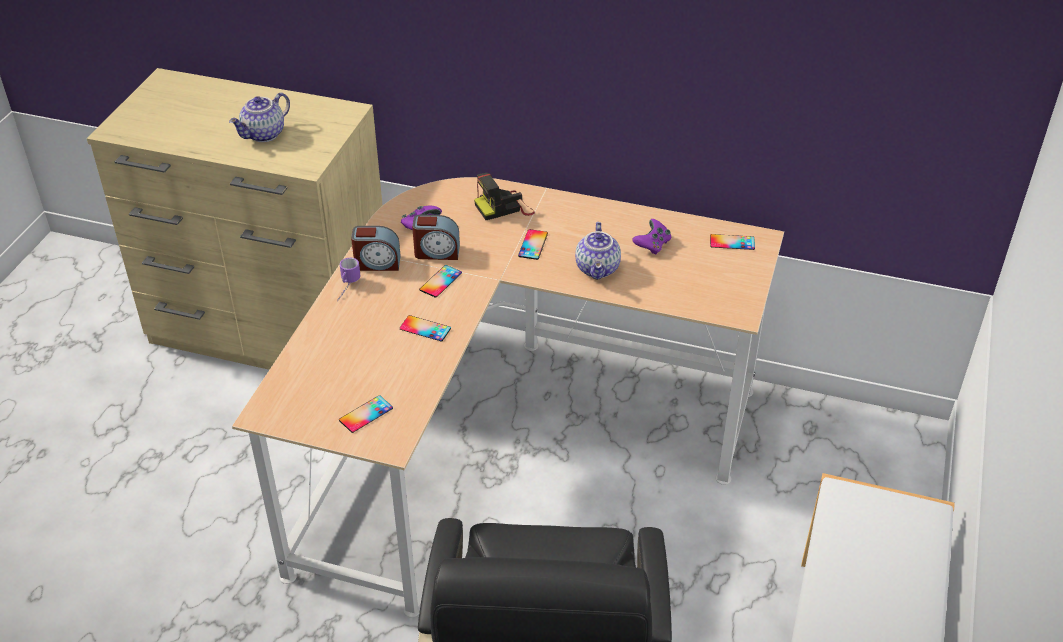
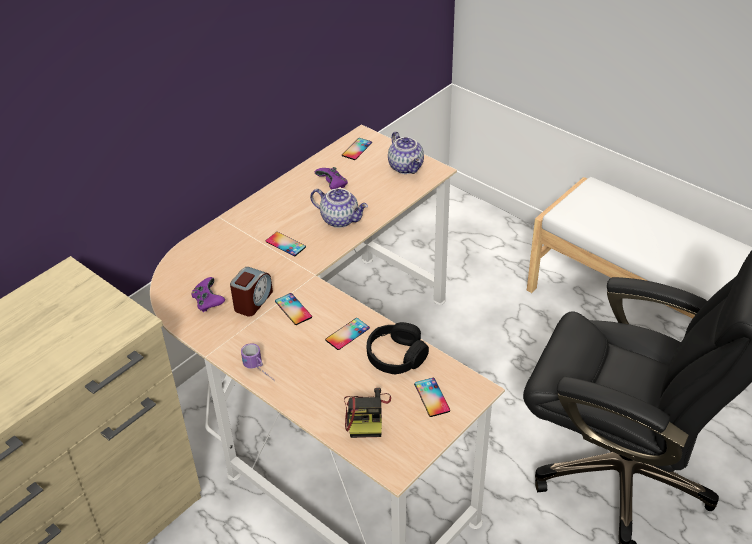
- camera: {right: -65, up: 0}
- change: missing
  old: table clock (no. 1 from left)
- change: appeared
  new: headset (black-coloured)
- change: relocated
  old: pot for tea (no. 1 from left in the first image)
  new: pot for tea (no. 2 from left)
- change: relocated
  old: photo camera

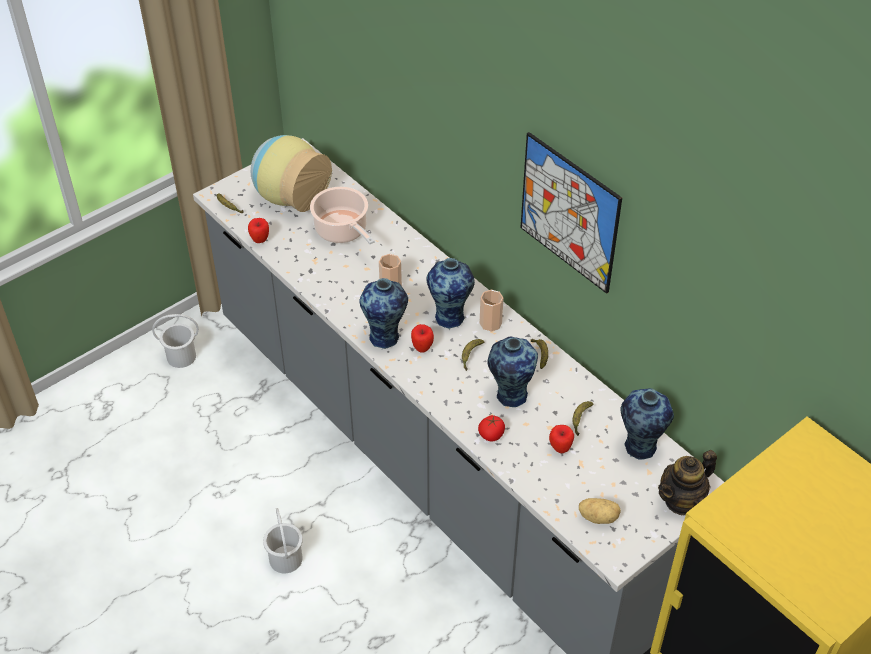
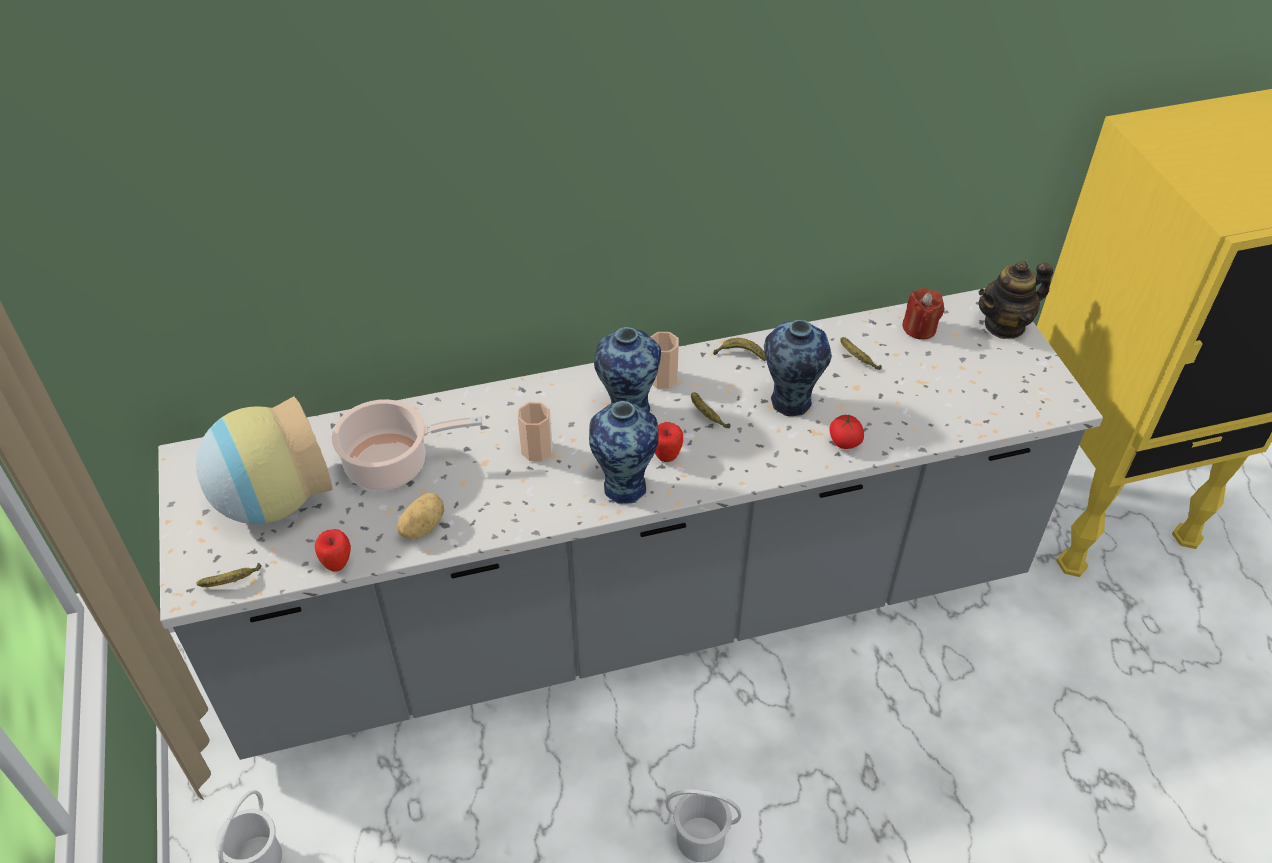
- camera: {right: -65, up: 0}
- change: missing
  old: wall art
- change: missing
  old: apple (no. 3 from left)
- change: relocated
  old: spud
- change: exchanged
  old: decorative vase (no. 5 from left)
  new: wax candle (reddish)
- change: spun
  old: pot for tea
  degrees: 75

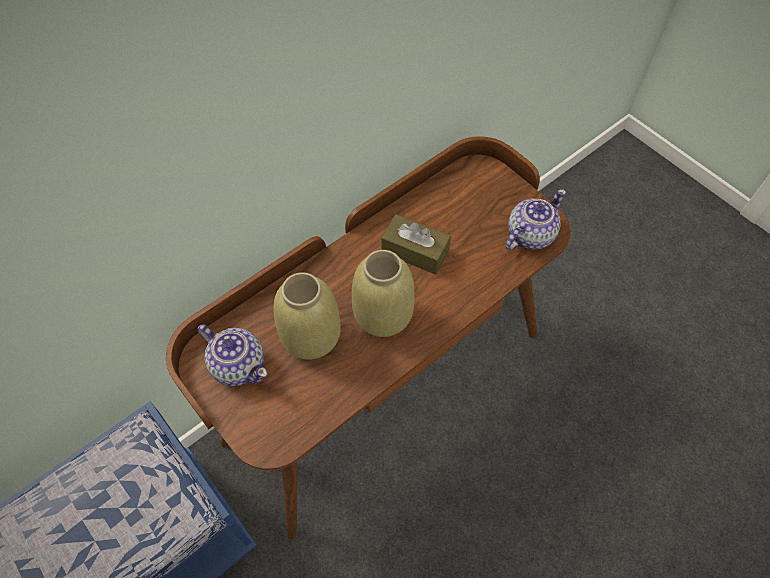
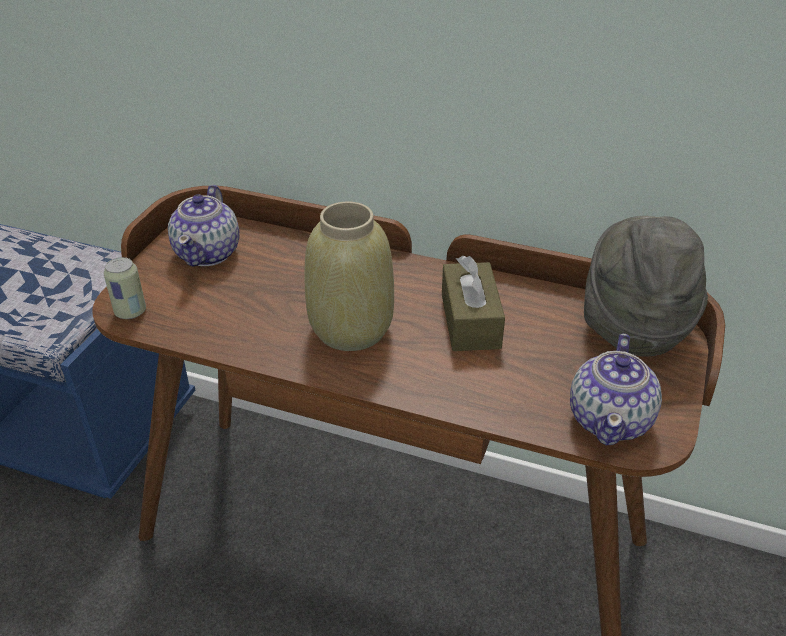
- camera: {right: 60, up: -20}
- change: missing
  old: decorative vase (beige) (no. 1 from left)
- change: appeared
  new: metal can
- change: appeared
  new: wearable hat (gray)
- change: spun
  old: pot for tea (no. 2 from left)
  degrees: 90

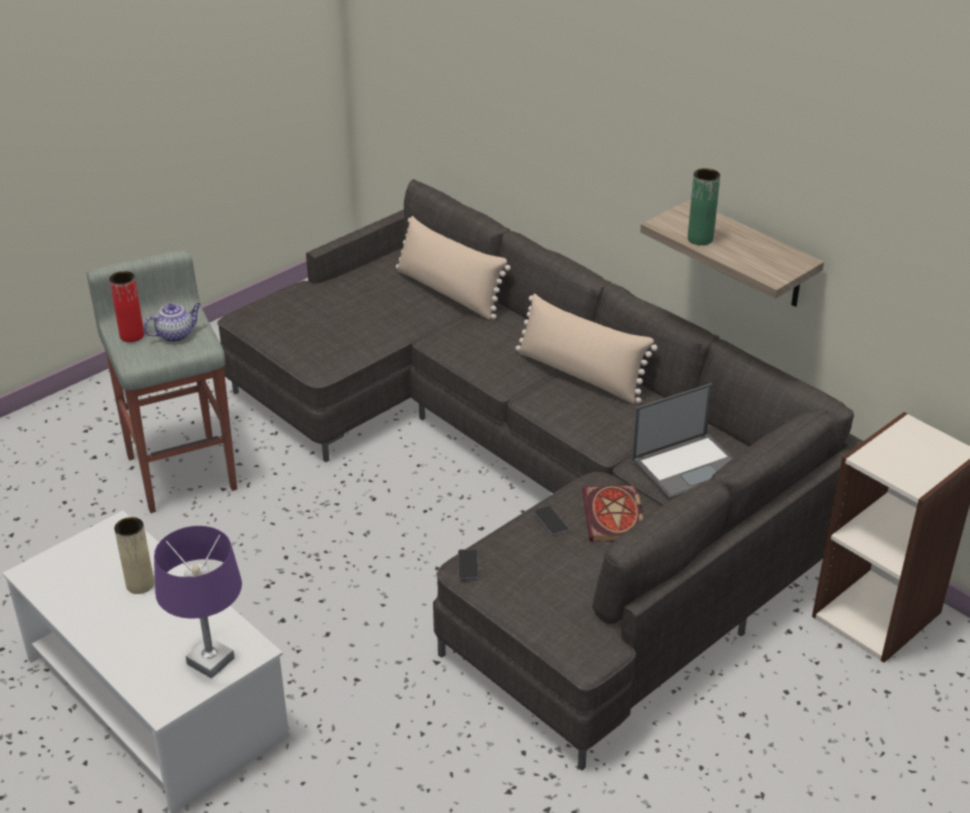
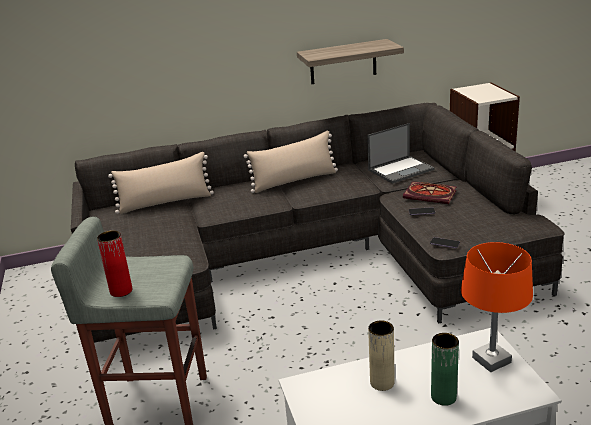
- camera: {right: -60, up: -10}
- change: missing
  old: pot for tea
- change: relocated
  old: decorative vase (greenish)
- change: colour
  old: lamp for a table (purple)
  new: lamp for a table (orange)
- change: spun
  old: notebook computer
  degrees: 60

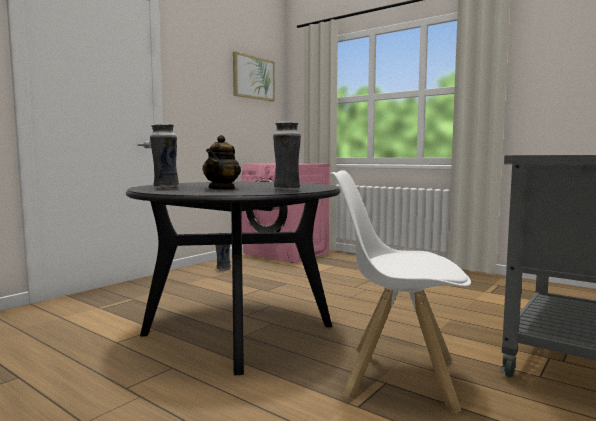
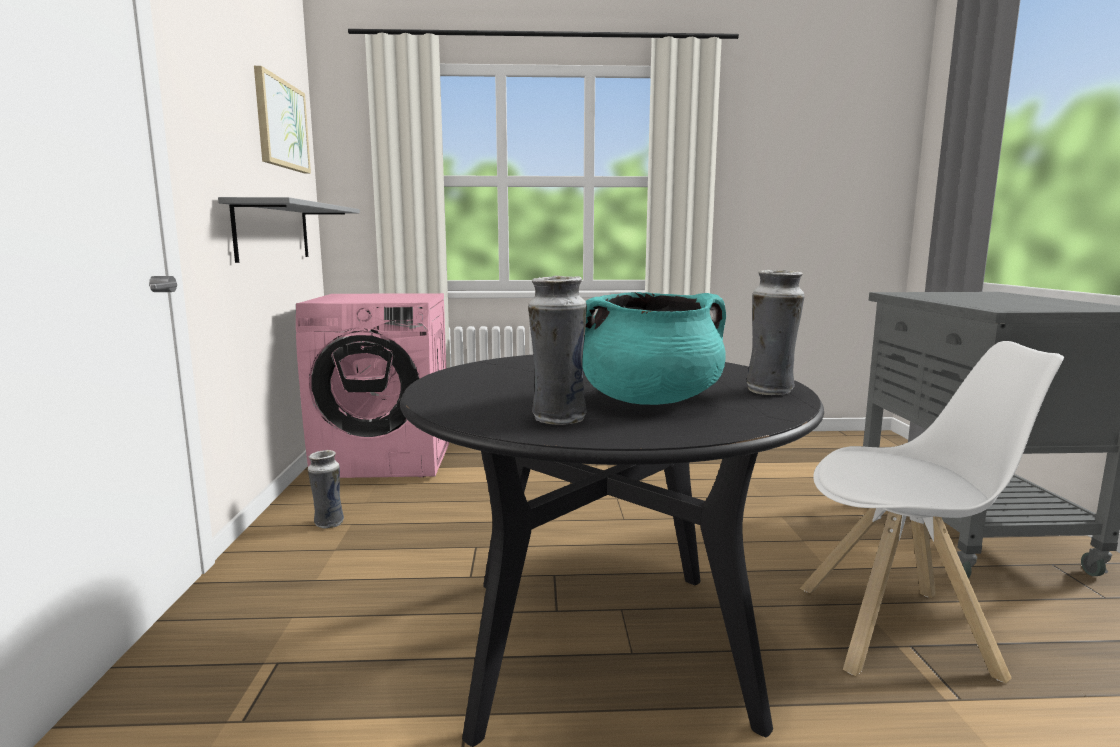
- camera: {right: -40, up: 5}
- change: appeared
  new: bracket shelf (gray)
- change: exchanged
  old: pot for tea
  new: saucepot (turquoise)
- change: spun
  old: plain chair (white-coloured)
  degrees: -150

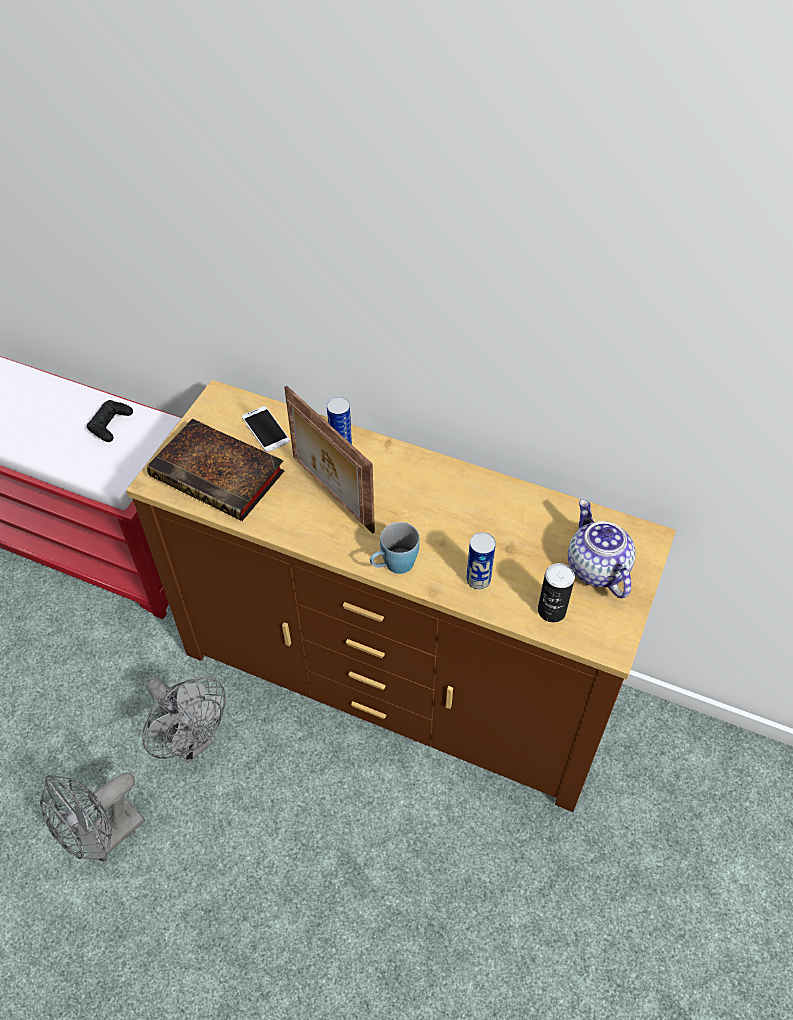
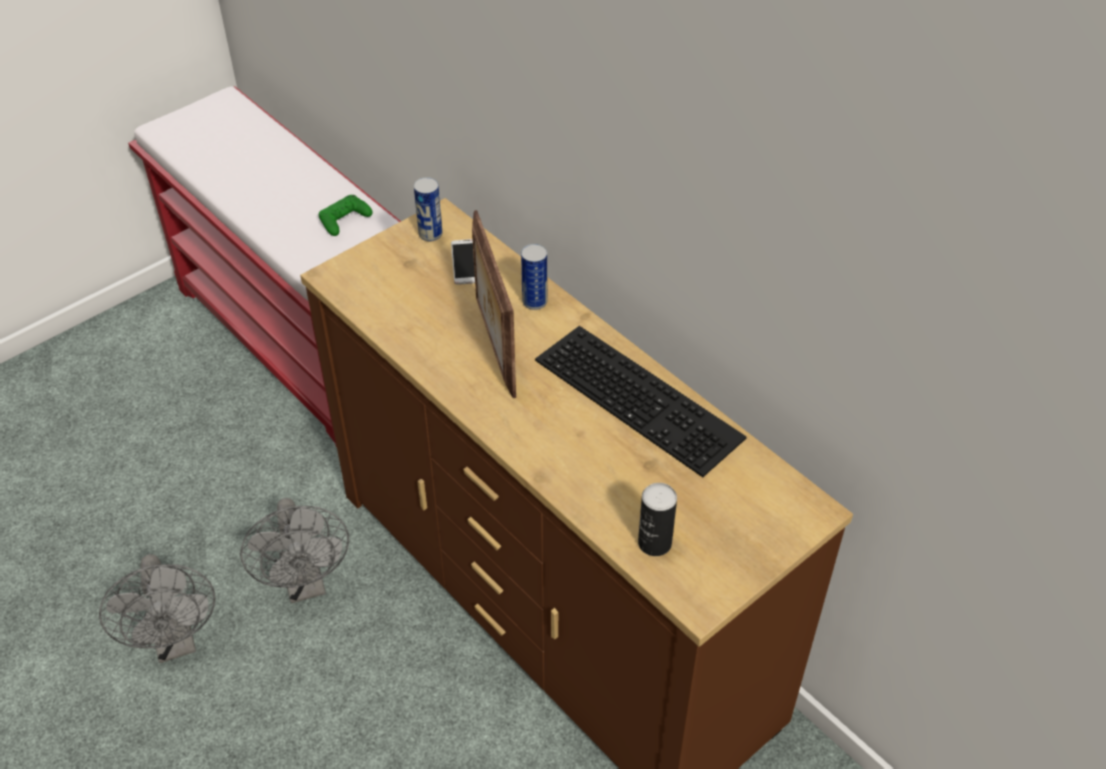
- camera: {right: 25, up: -5}
- change: missing
  old: volume
- change: missing
  old: tea mug (blue-coloured)
- change: missing
  old: pot for tea
- change: appeared
  new: computer keyboard
- change: relocated
  old: metal can (no. 2 from left in the first image)
  new: metal can (no. 1 from left)
- change: colour
  old: gamepad (black-coloured)
  new: gamepad (greenish)
- change: spun
  old: electric fan (gray) (no. 1 from left)
  degrees: -90

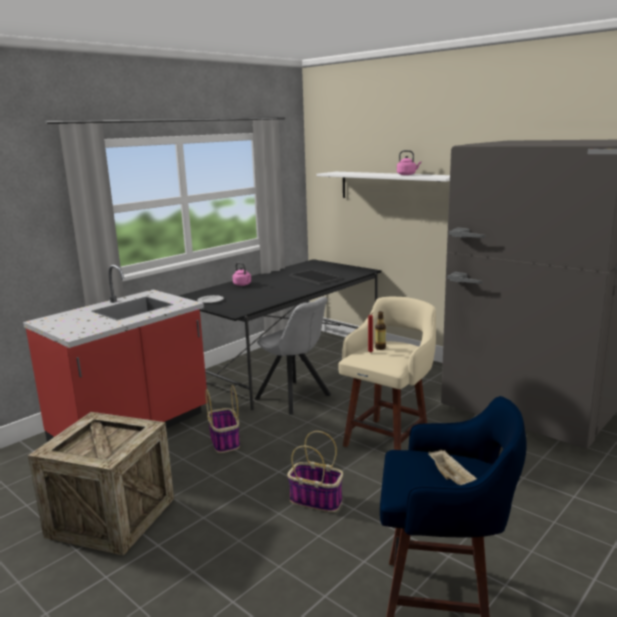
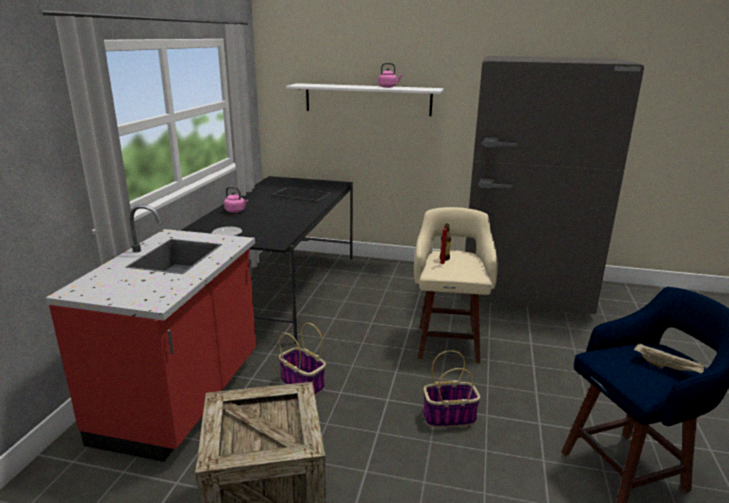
- camera: {right: -30, up: 5}
- change: missing
  old: plain chair (gray)

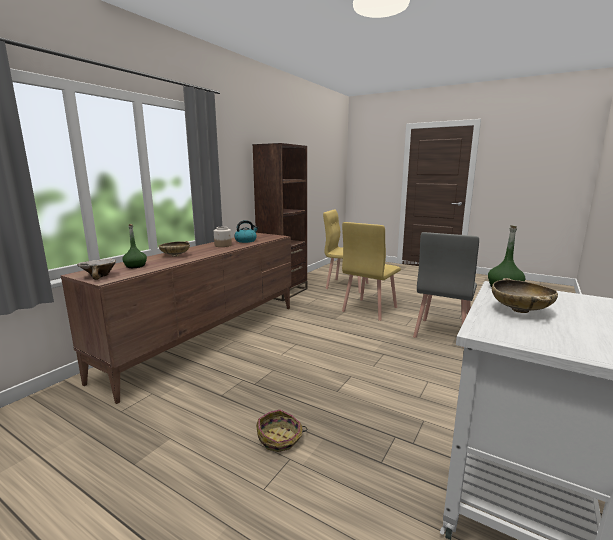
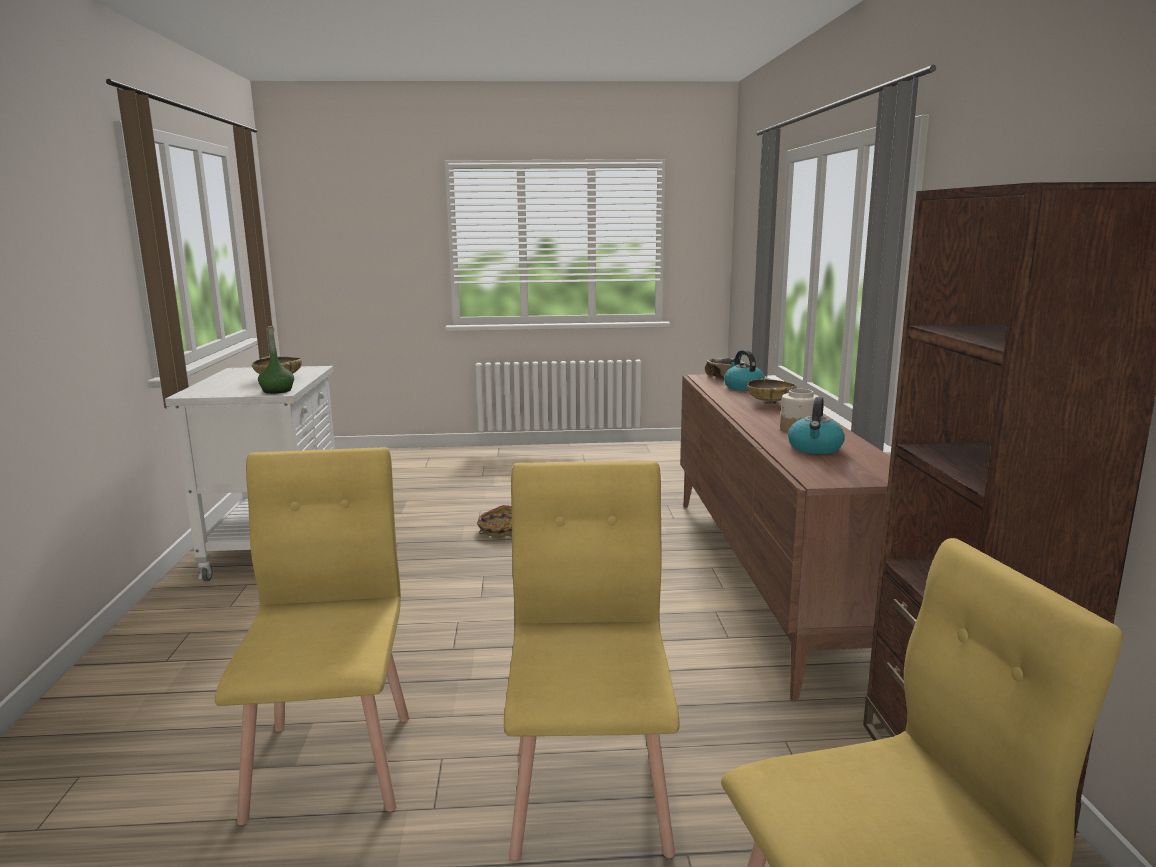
- camera: {right: 145, up: 0}
- change: exchanged
  old: drink bottle (greenish) (no. 1 from left)
  new: tea kettle (no. 1 from left)
- change: colour
  old: plain chair (gray)
  new: plain chair (yellowish) (no. 1 from left)

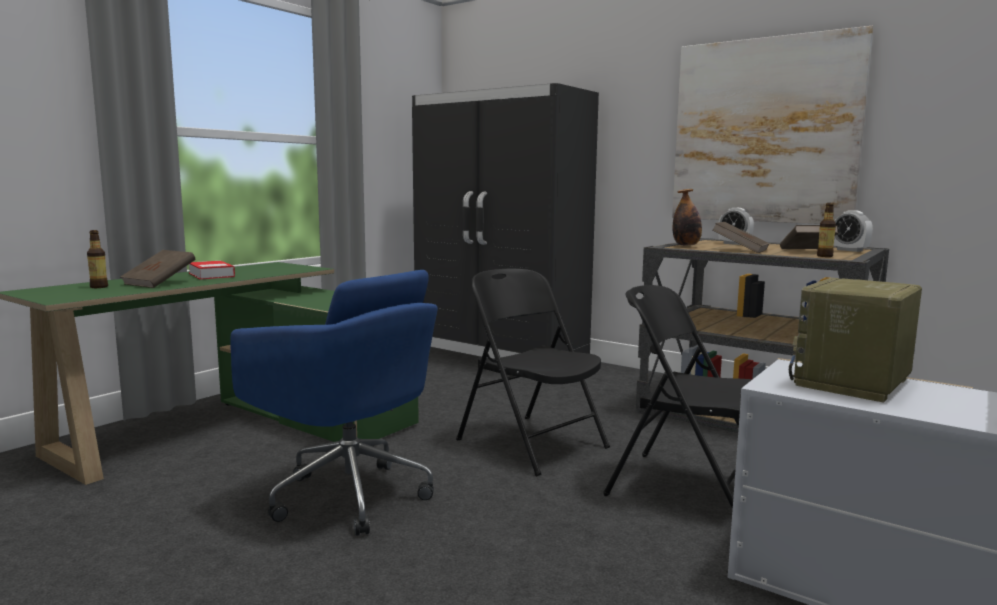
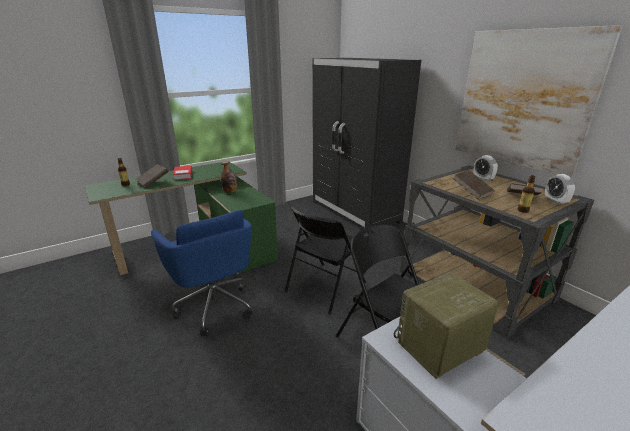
- camera: {right: 20, up: 15}
- change: relocated
  old: drink bottle (no. 2 from left)
- change: spun
  old: plain chair (black-coloured) (no. 1 from left)
  degrees: -120

